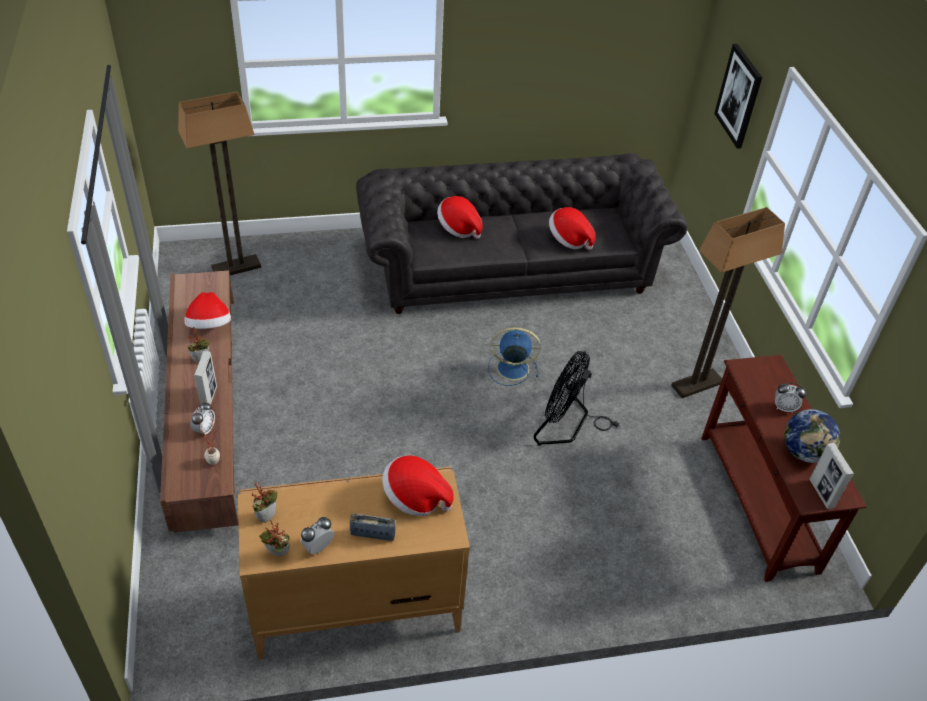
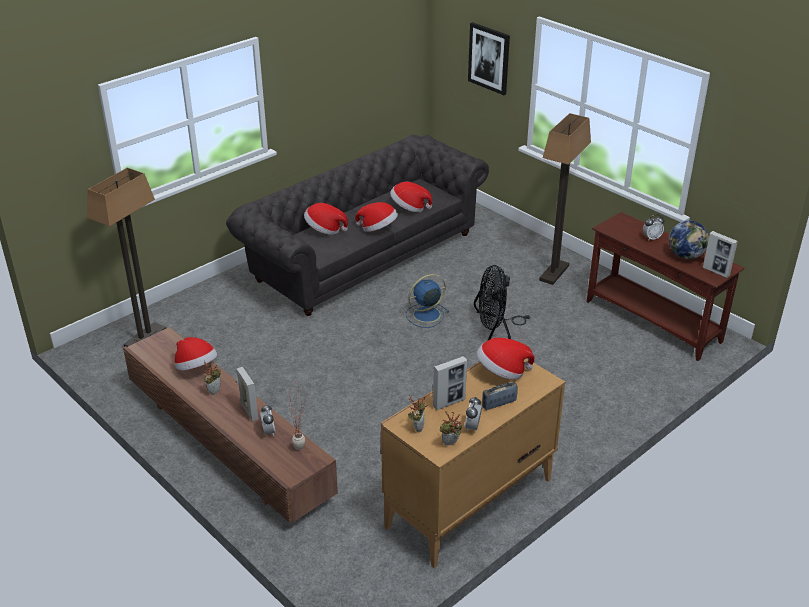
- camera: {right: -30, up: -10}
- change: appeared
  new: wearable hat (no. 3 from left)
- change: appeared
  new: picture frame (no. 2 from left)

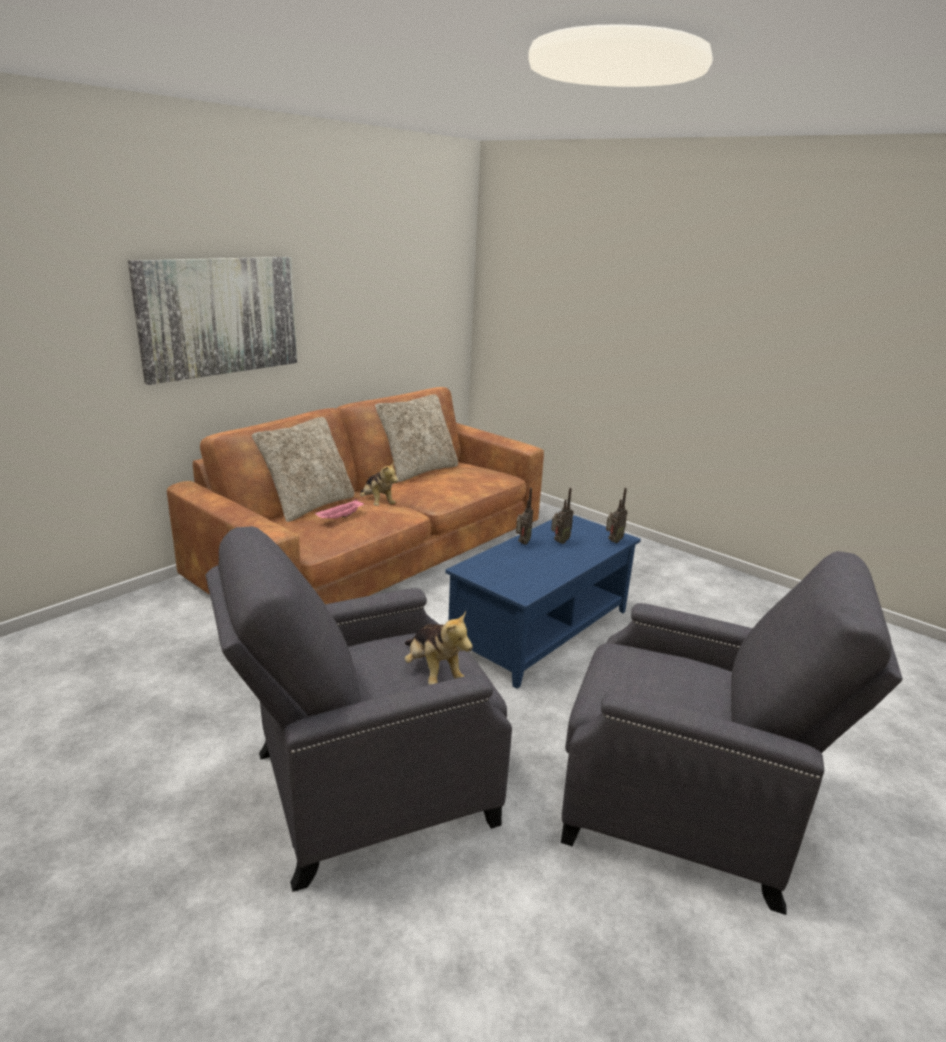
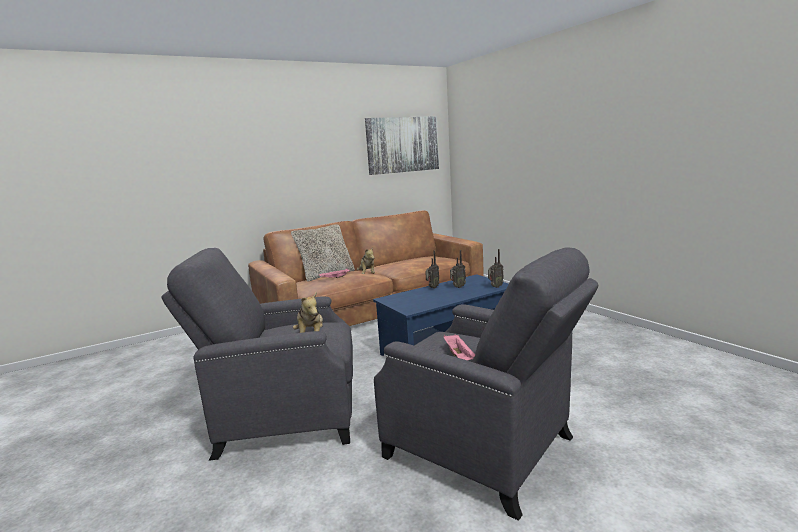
- camera: {right: 20, up: -10}
- change: missing
  old: cushion (beige) (no. 2 from left)
- change: appeared
  new: tray (pink-coloured) (no. 2 from left)
- change: relocated
  old: wall art

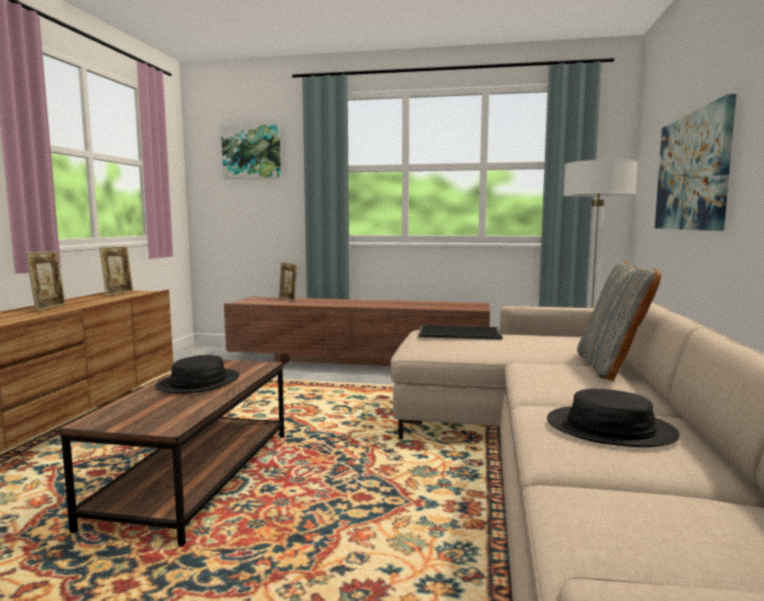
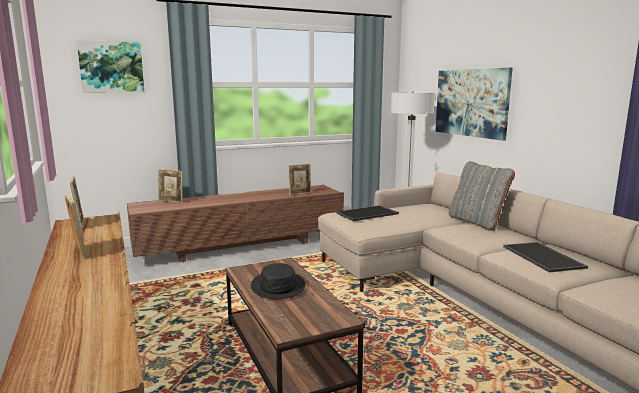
- camera: {right: -35, up: 5}
- change: appeared
  new: picture frame (no. 4 from left)
- change: exchanged
  old: wearable hat (black-coloured) (no. 2 from left)
  new: tray (no. 2 from left)

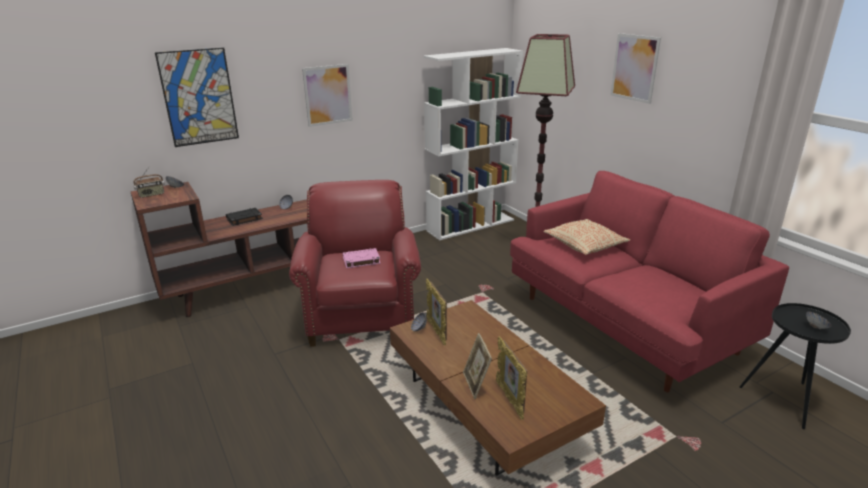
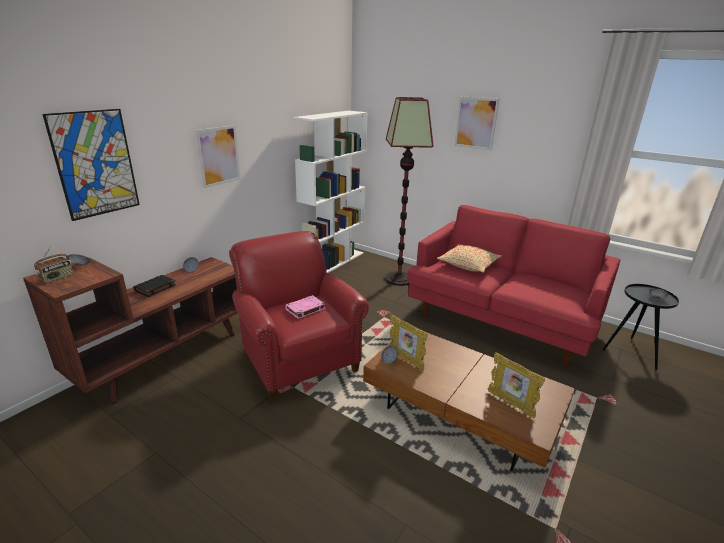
- camera: {right: -25, up: 0}
- change: missing
  old: picture frame (no. 2 from left)

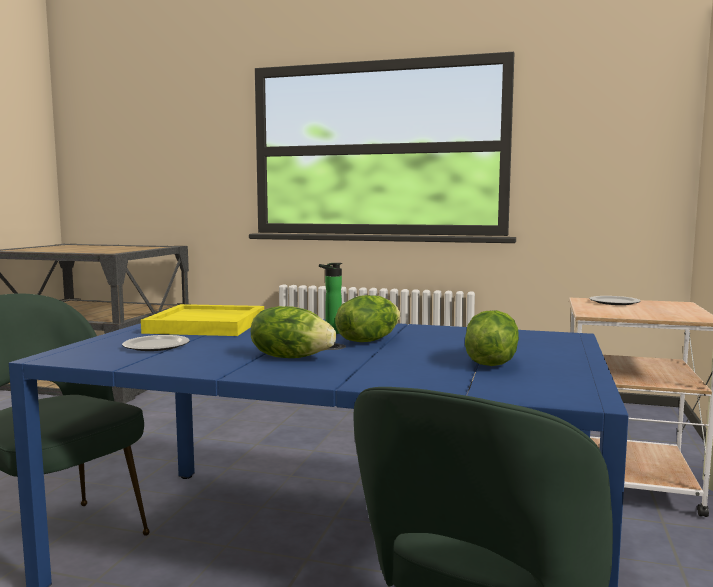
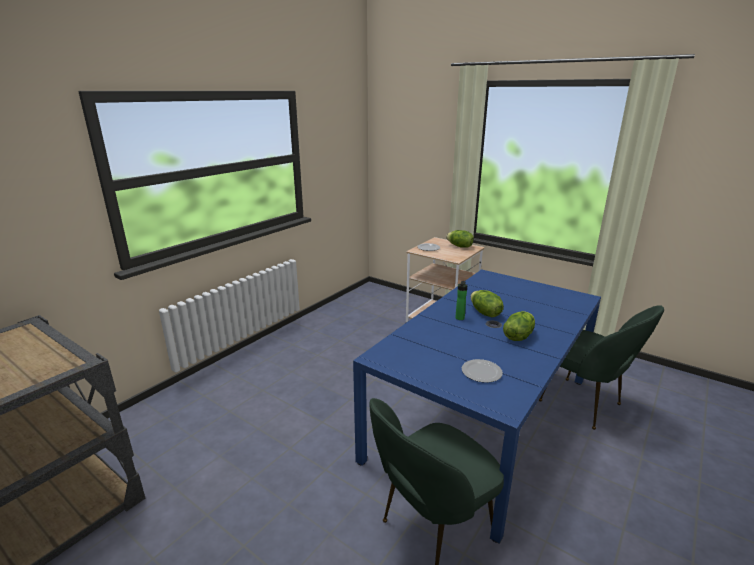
- camera: {right: -70, up: 15}
- change: missing
  old: tray (yellowish)
- change: relocated
  old: lettuce head (no. 3 from left in the first image)
  new: lettuce head (no. 1 from left)

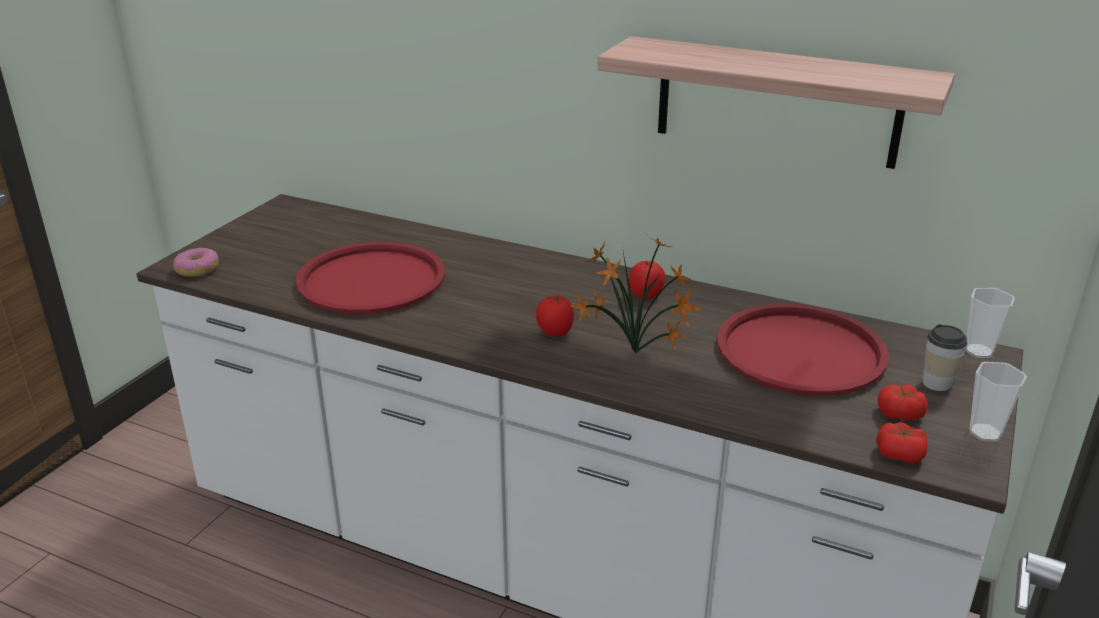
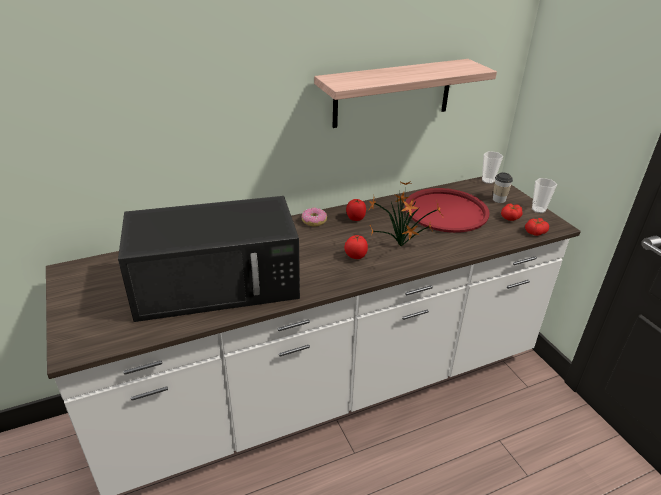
- camera: {right: -50, up: 5}
- change: relocated
  old: donut
- change: exchanged
  old: tray (reddish) (no. 1 from left)
  new: microwave oven (black-coloured)

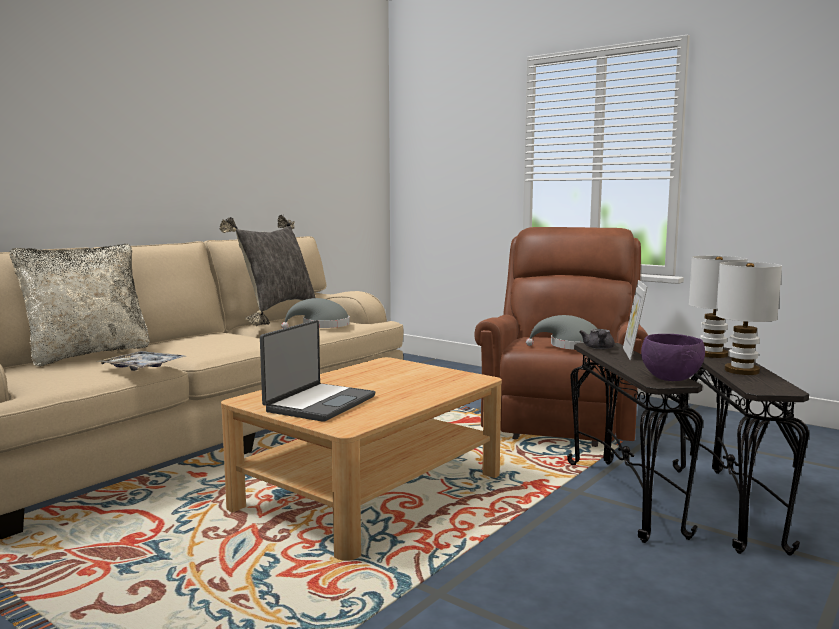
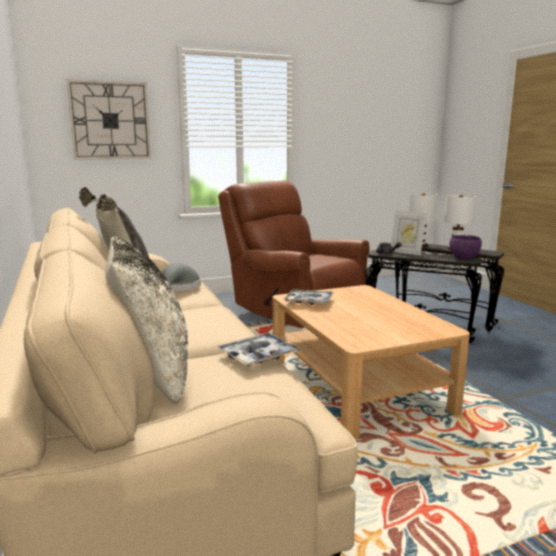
- camera: {right: -60, up: 5}
- change: missing
  old: notebook computer
- change: missing
  old: wearable hat (gray) (no. 2 from left)
- change: appeared
  new: clock on the wall
- change: appeared
  new: tray (no. 2 from left)

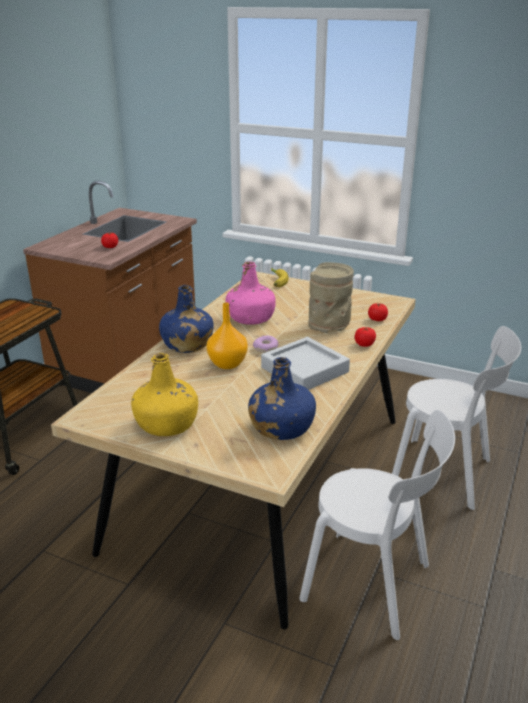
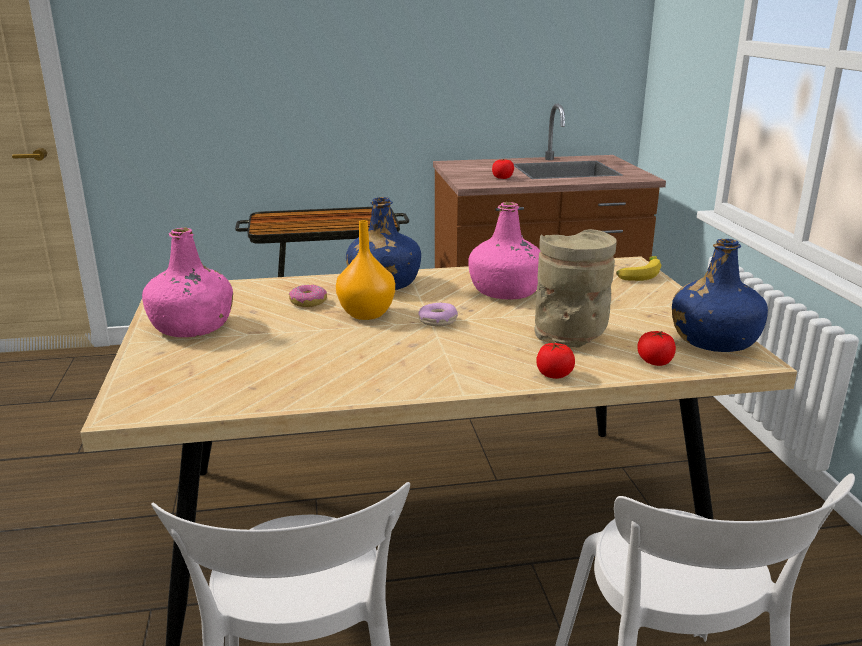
- camera: {right: 55, up: -5}
- change: missing
  old: tray (gray)
- change: appeared
  new: donut (no. 1 from left)
- change: relocated
  old: drink bottle (blue-coloured) (no. 2 from left)
- change: colour
  old: drink bottle (yellowish)
  new: drink bottle (pink-coloured) (no. 1 from left)

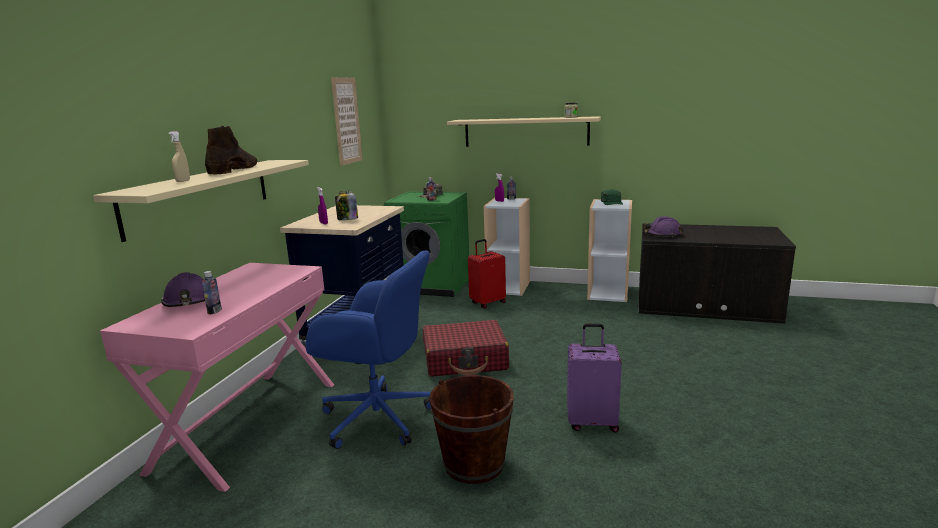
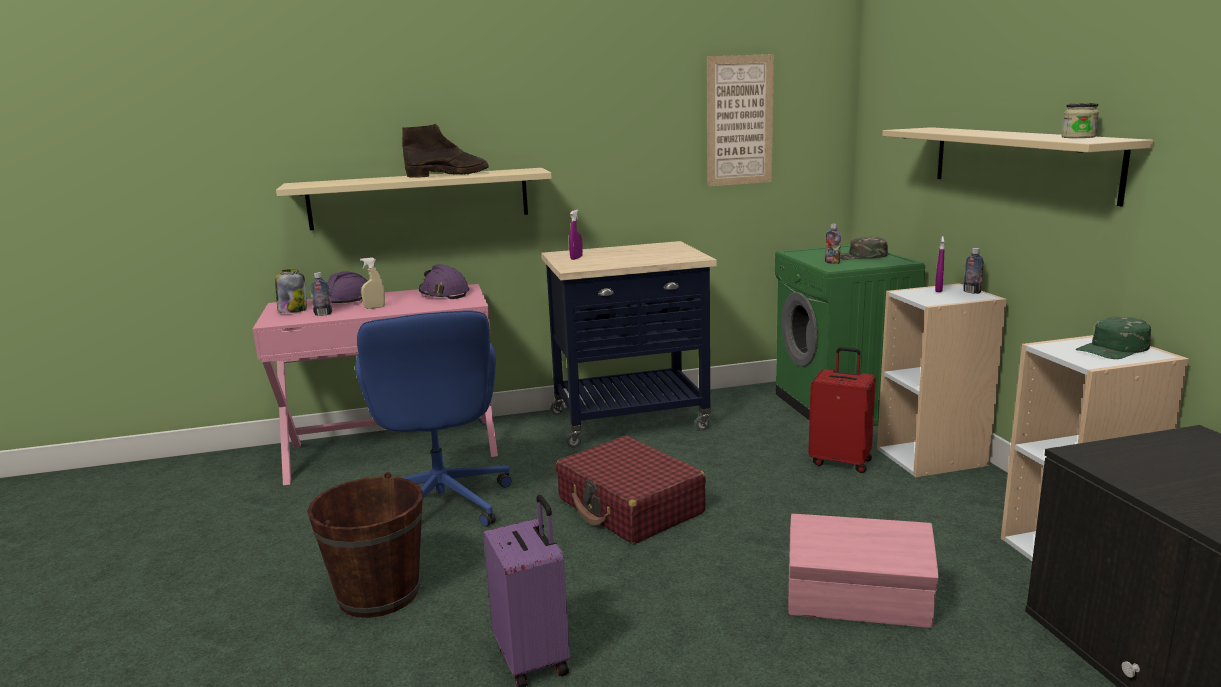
- camera: {right: 60, up: 0}
- change: appeared
  new: storage box (pink-coloured)
- change: relocated
  old: hand sprayer (beige)
- change: relocated
  old: preserve jar (no. 1 from left)
- change: relocated
  old: safety helmet (purple) (no. 2 from left)

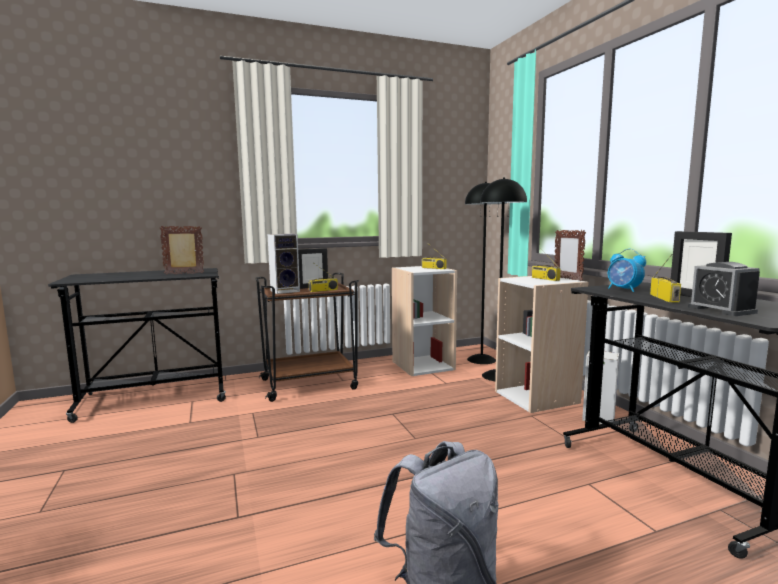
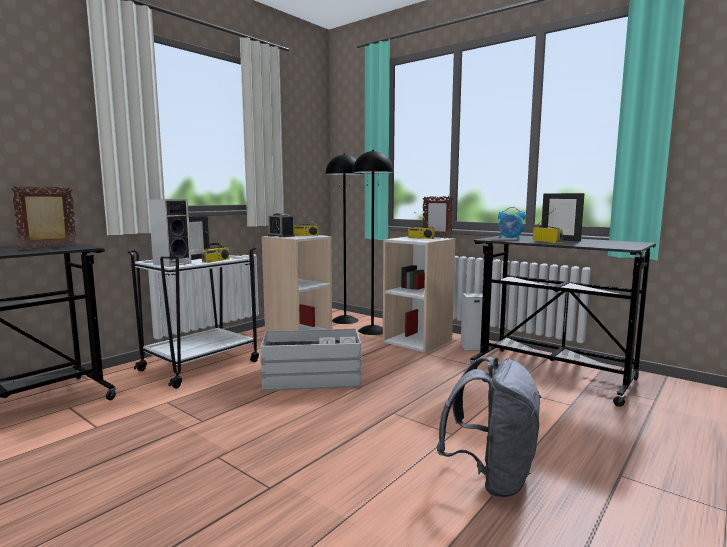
- camera: {right: -30, up: 0}
- change: appeared
  new: storage box (gray)
- change: relocated
  old: table clock (no. 2 from left in the first image)
  new: table clock (no. 1 from left)
- change: colour
  old: trolley (brown-coloured)
  new: trolley (white-coloured)

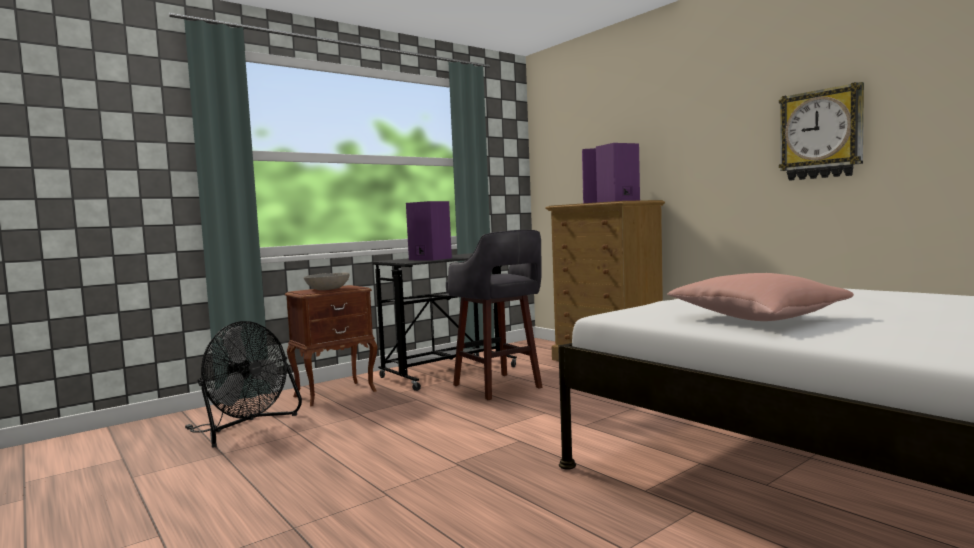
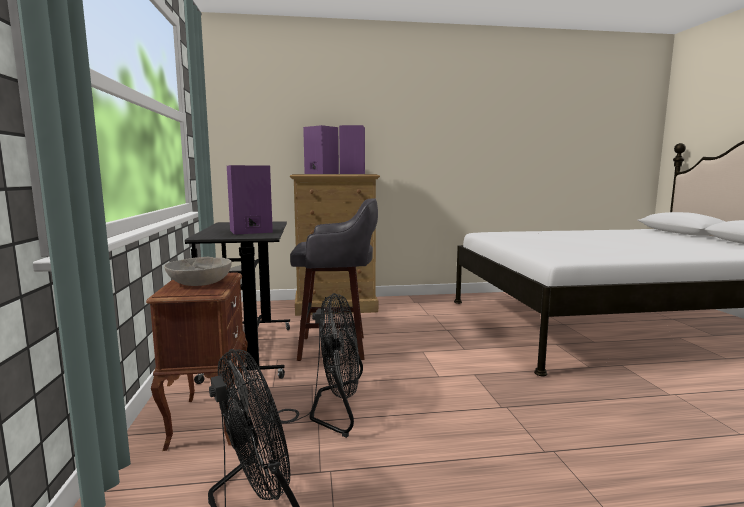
- camera: {right: -60, up: 5}
- change: missing
  old: cushion (pink-coloured)
- change: missing
  old: clock on the wall
- change: appeared
  new: electric fan (black-coloured) (no. 2 from left)

